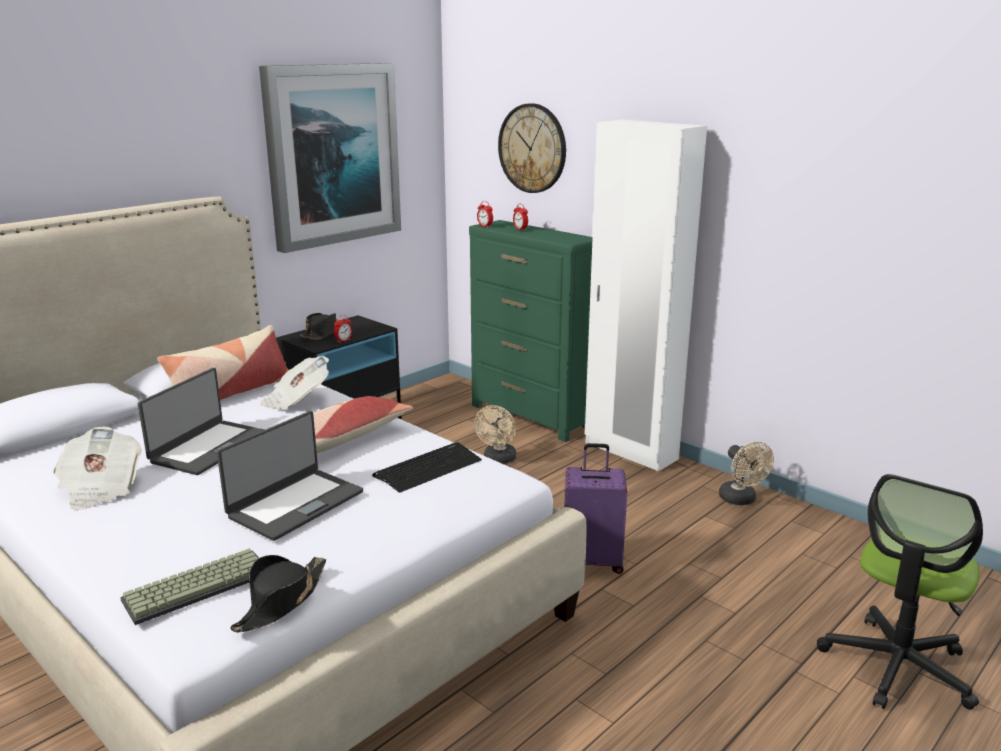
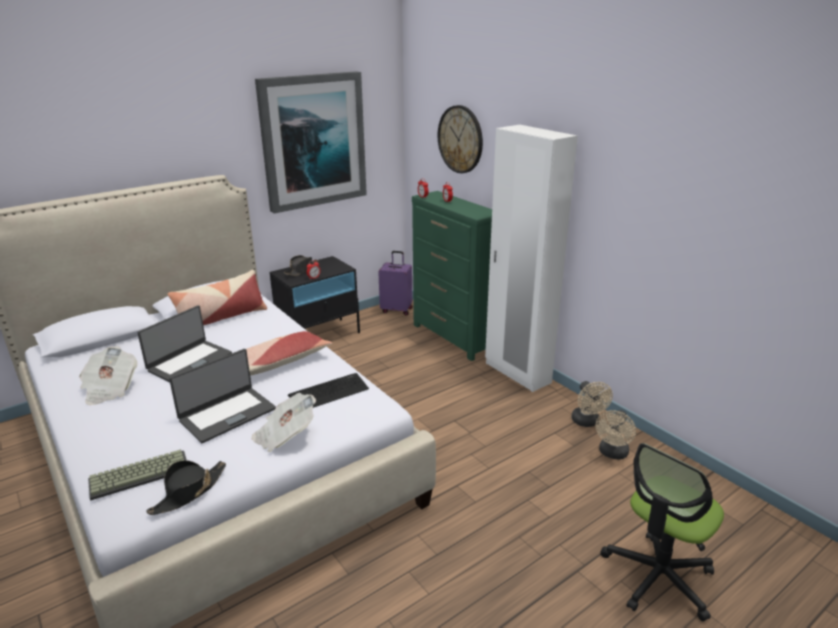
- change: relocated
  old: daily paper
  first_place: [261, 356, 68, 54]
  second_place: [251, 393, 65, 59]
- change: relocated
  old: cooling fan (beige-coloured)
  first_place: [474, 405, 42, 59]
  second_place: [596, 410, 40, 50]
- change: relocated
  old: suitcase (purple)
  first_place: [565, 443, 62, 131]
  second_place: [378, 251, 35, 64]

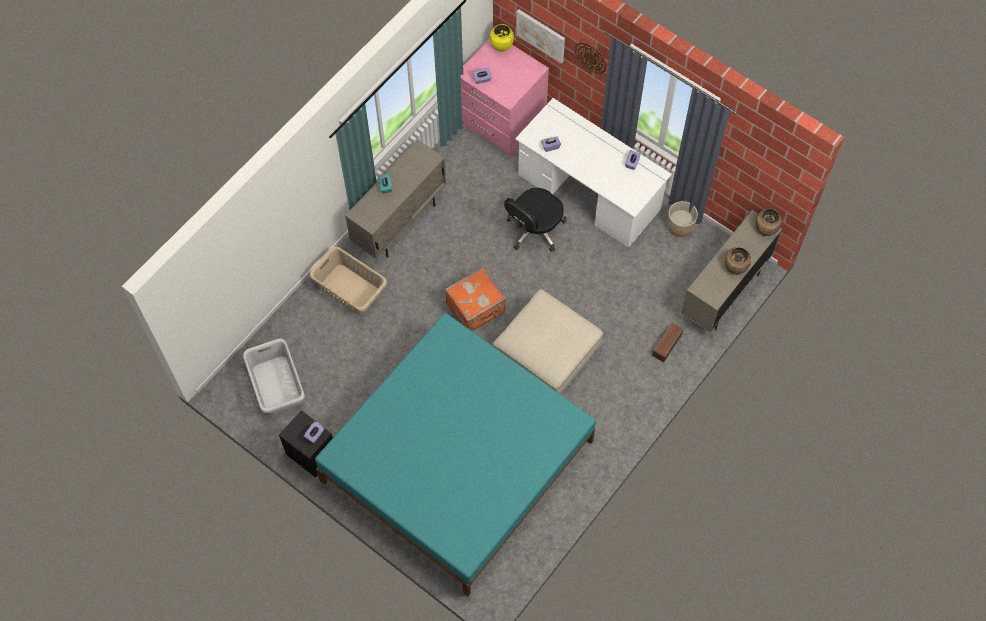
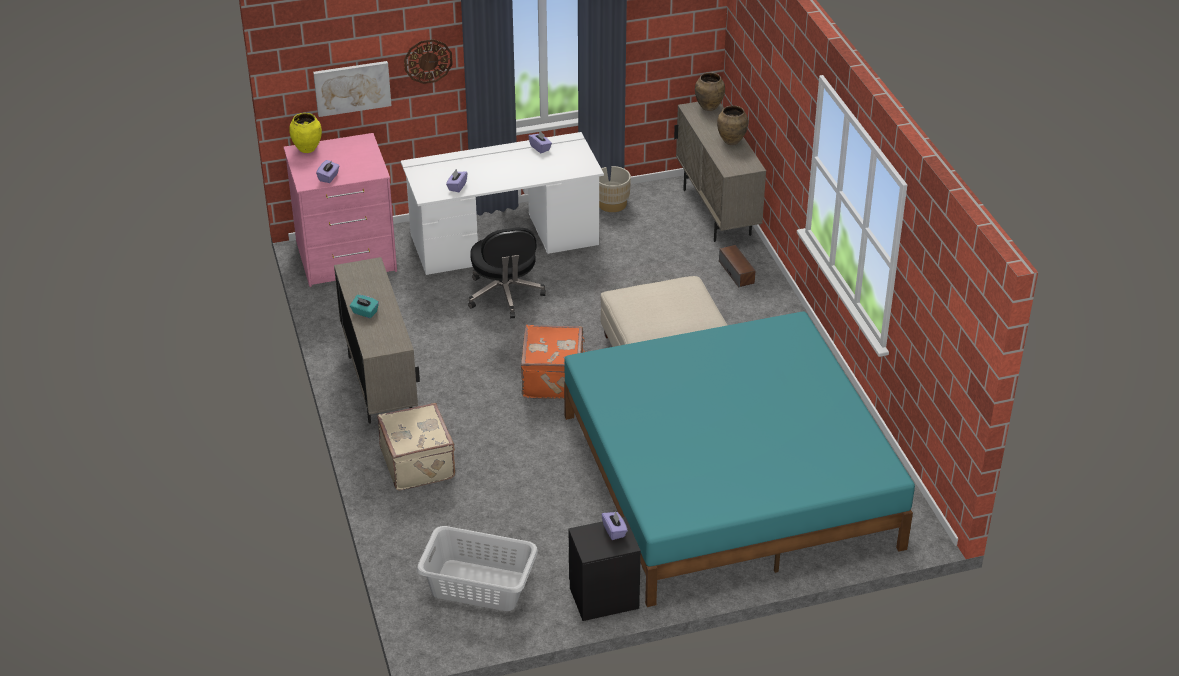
- change: exchanged
  old: laundry basket (beige-coloured)
  new: suitcase (beige-coloured)
  first_place: [310, 247, 77, 68]
  second_place: [377, 403, 78, 88]

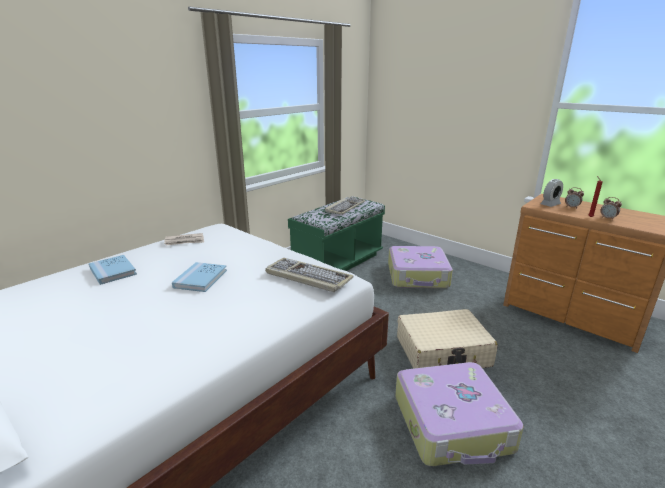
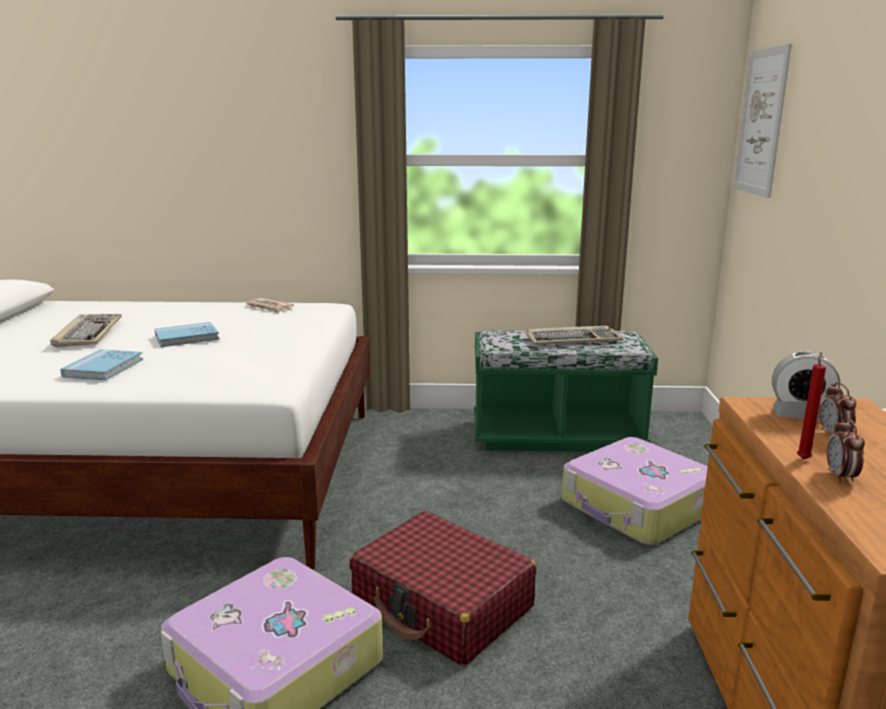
- change: relocated
  old: volume (blue)
  first_place: [89, 255, 48, 30]
  second_place: [60, 349, 83, 31]
- change: relocated
  old: computer keyboard
  first_place: [265, 258, 88, 34]
  second_place: [50, 314, 72, 33]
- change: colour
  old: suitcase (beige-coloured)
  new: suitcase (red)
  first_place: [397, 309, 101, 60]
  second_place: [349, 511, 187, 155]
- change: appeared
  new: wall art
  second_place: [734, 44, 58, 154]

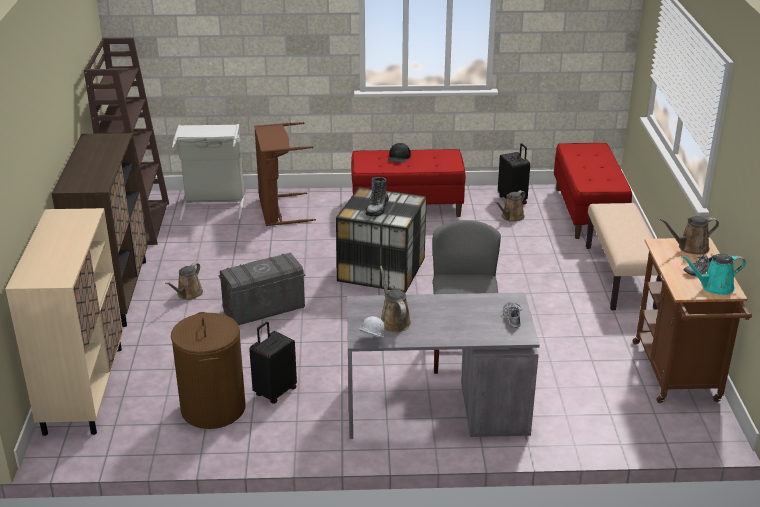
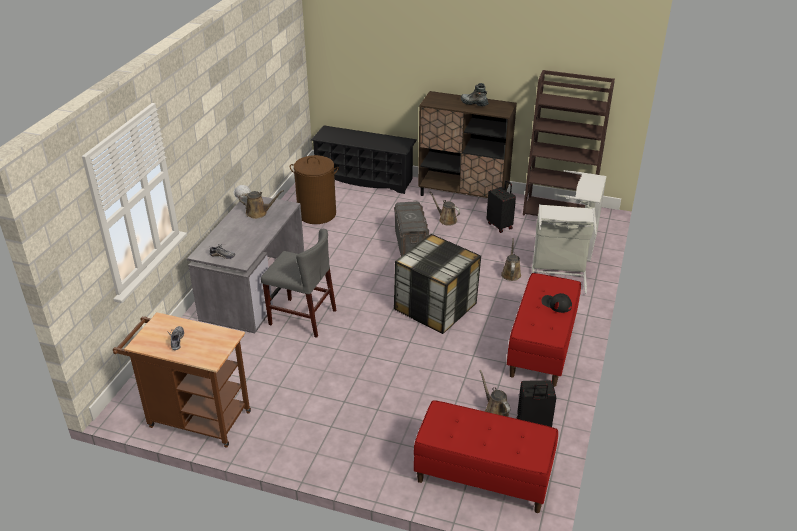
- change: colour
  old: laundry basket (brown)
  new: laundry basket (greyish)
  first_place: [254, 122, 62, 104]
  second_place: [532, 204, 65, 90]
- change: relocated
  old: tall boot
  first_place: [366, 177, 23, 39]
  second_place: [461, 83, 28, 23]
- change: missing
  old: long seat (beige-coloured)
  first_place: [586, 203, 75, 107]
- change: exchanged
  old: cabinet (beige-coloured)
  new: shoe rack (black)
  first_place: [6, 208, 117, 228]
  second_place: [311, 125, 106, 69]
- change: relocated
  old: watering pot (brown)
  first_place: [660, 216, 59, 39]
  second_place: [501, 238, 20, 43]
- change: missing
  old: watering pot (turquoise)
  first_place: [681, 253, 65, 42]
- change: relocated
  old: suitcase (black)
  first_place: [249, 321, 48, 83]
  second_place: [487, 180, 29, 53]

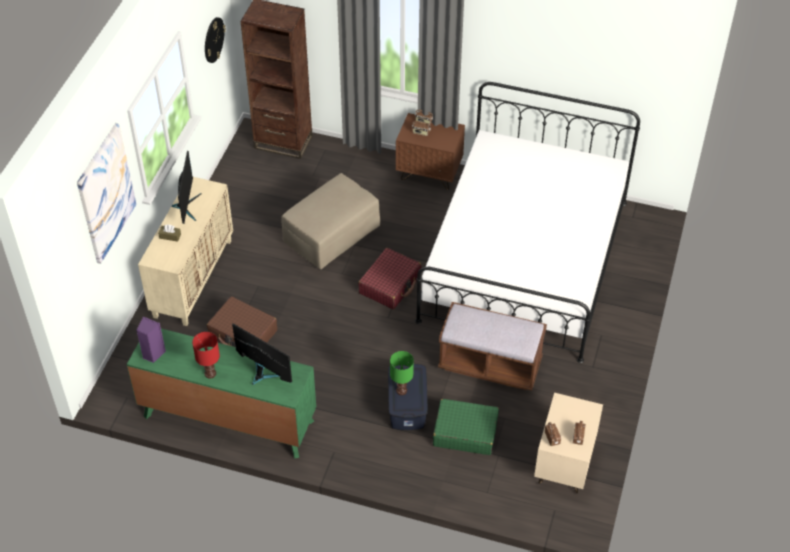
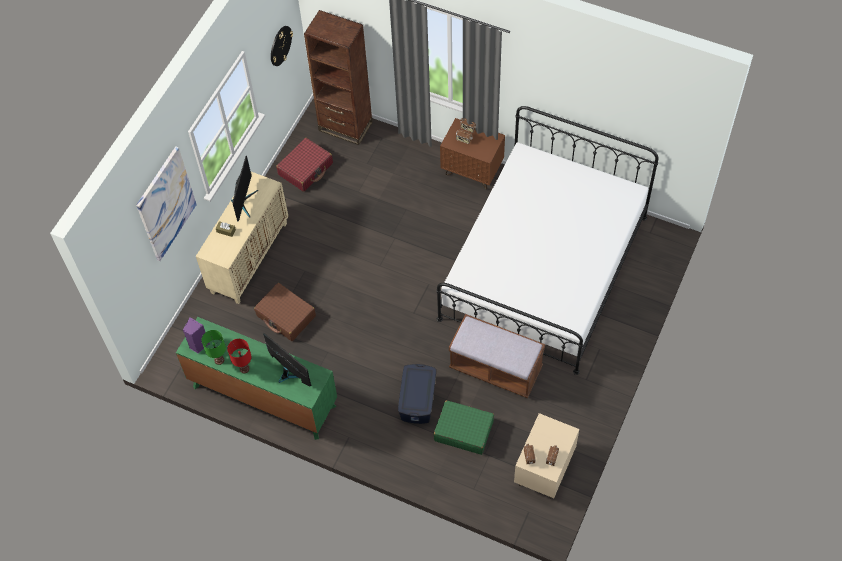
- change: missing
  old: pouffe (beige-coloured)
  first_place: [282, 173, 98, 96]
- change: relocated
  old: suitcase (red)
  first_place: [358, 248, 63, 61]
  second_place: [276, 138, 57, 54]
- change: relocated
  old: table lamp (greenish)
  first_place: [390, 351, 24, 44]
  second_place: [201, 330, 25, 35]

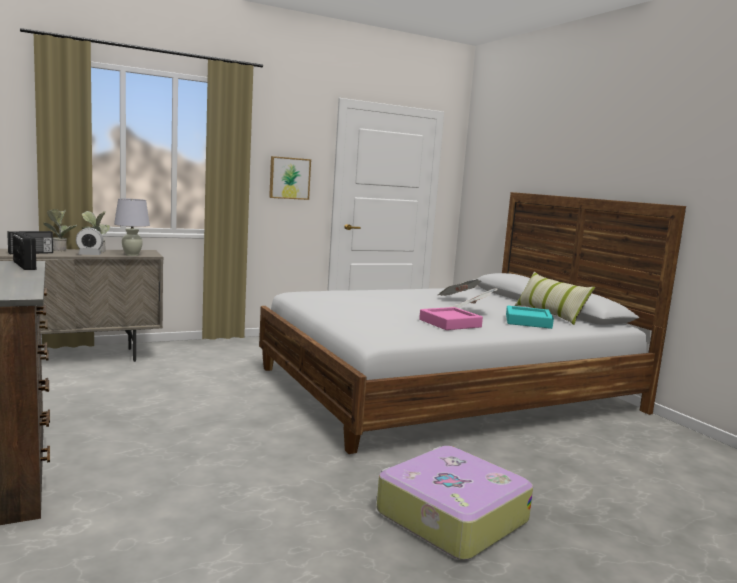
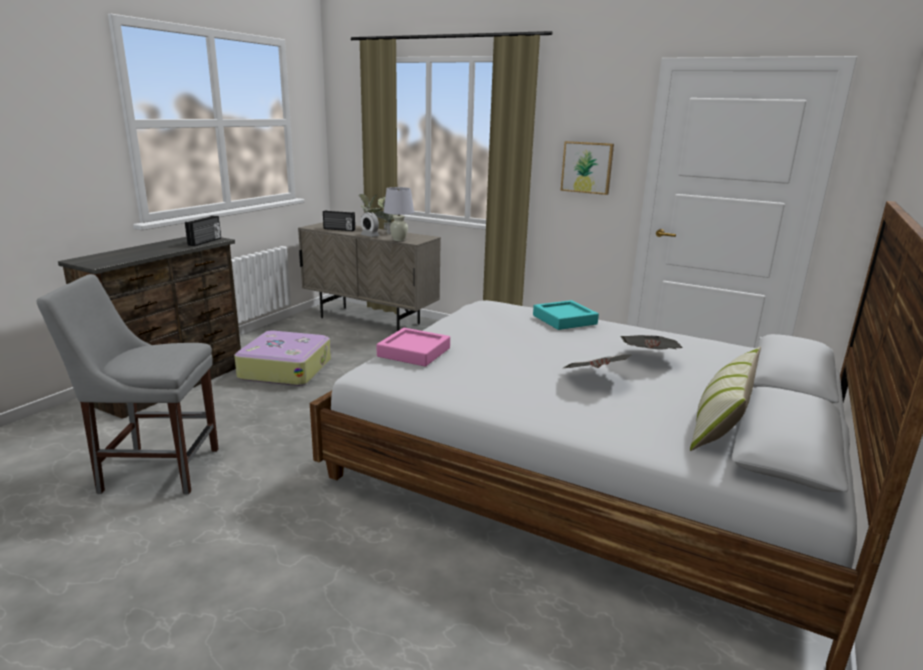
- change: relocated
  old: serving tray (turquoise)
  first_place: [506, 306, 48, 23]
  second_place: [533, 300, 66, 30]
- change: relocated
  old: serving tray (pink)
  first_place: [419, 307, 64, 23]
  second_place: [377, 328, 73, 39]
- change: relocated
  old: suitcase
  first_place: [377, 446, 156, 114]
  second_place: [234, 330, 97, 56]
- change: appeared
  new: plain chair (greyish)
  second_place: [37, 274, 181, 220]

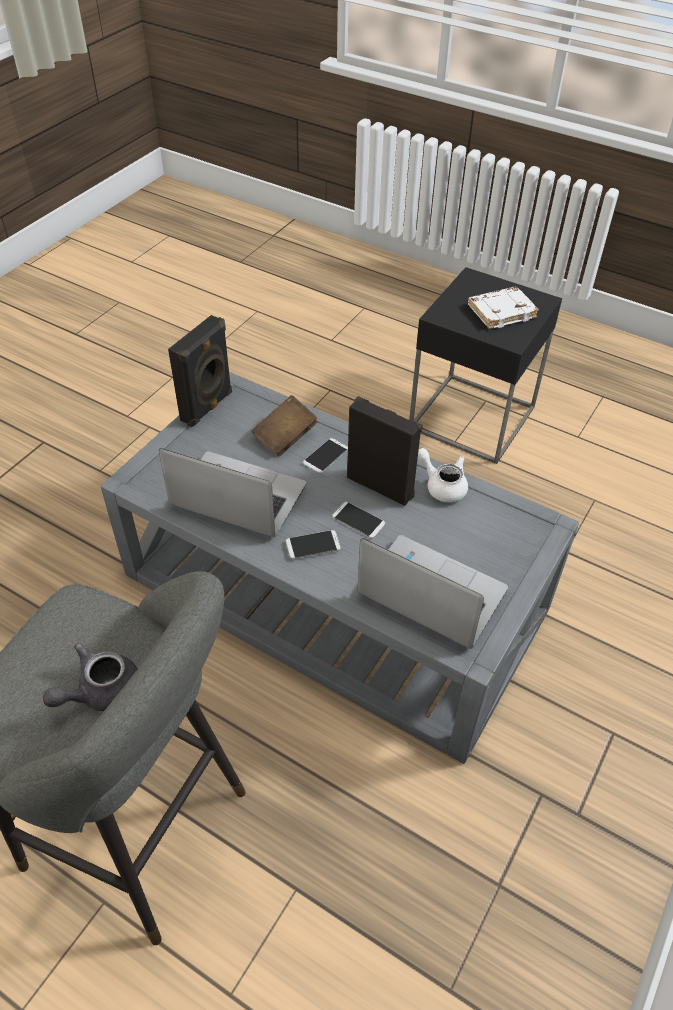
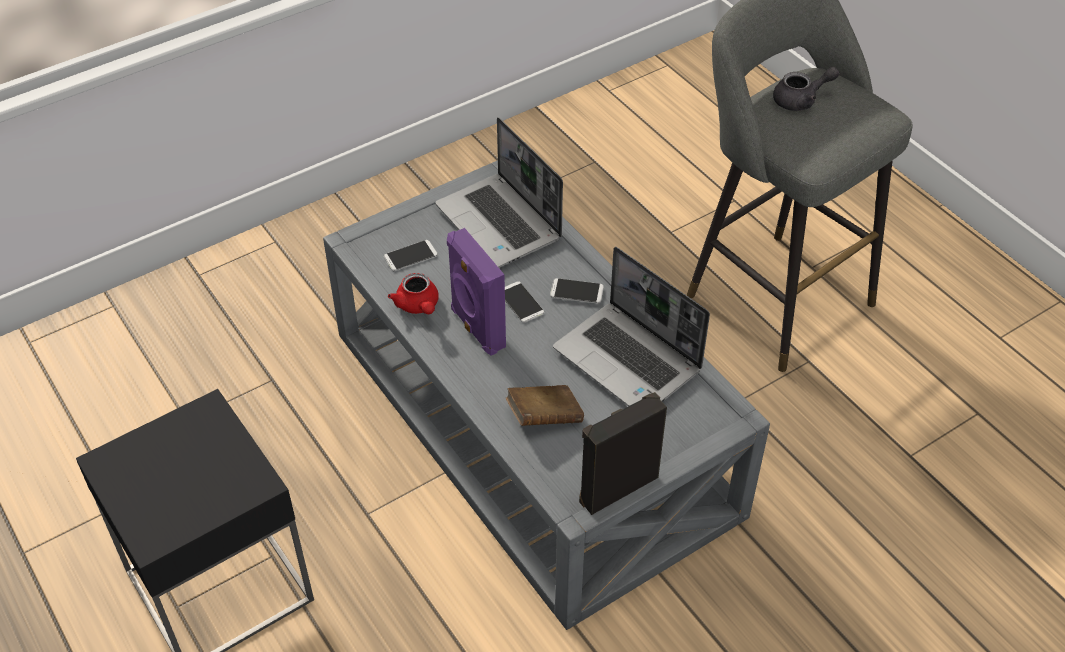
- change: missing
  old: volume (white)
  first_place: [468, 286, 71, 43]
- change: colour
  old: loudspeaker (black)
  new: loudspeaker (purple)
  first_place: [347, 396, 76, 110]
  second_place: [447, 228, 59, 128]
- change: relocated
  old: telephone
  first_place: [303, 438, 45, 35]
  second_place: [384, 240, 54, 31]
- change: colour
  old: pot for tea (white)
  new: pot for tea (red)
  first_place: [418, 448, 50, 54]
  second_place: [388, 273, 51, 41]

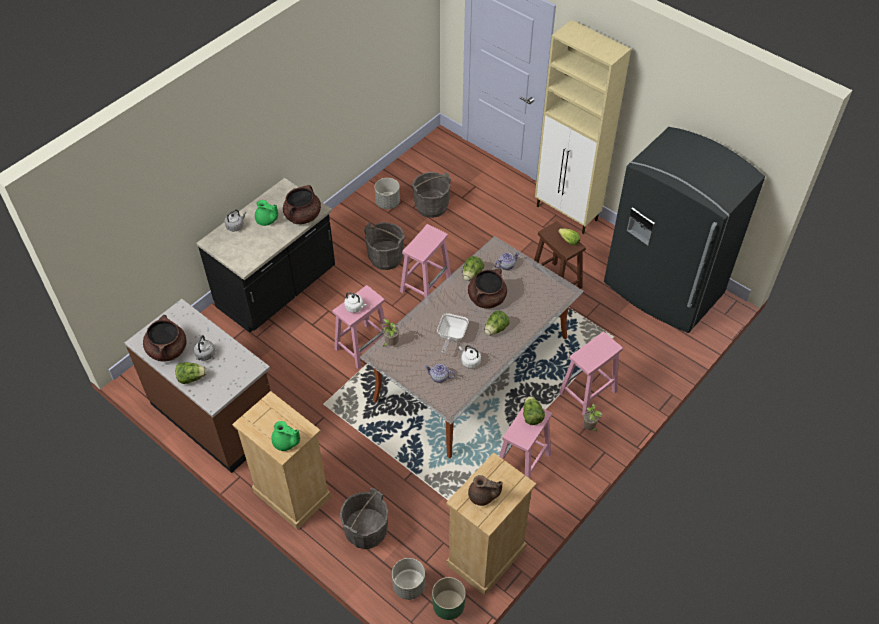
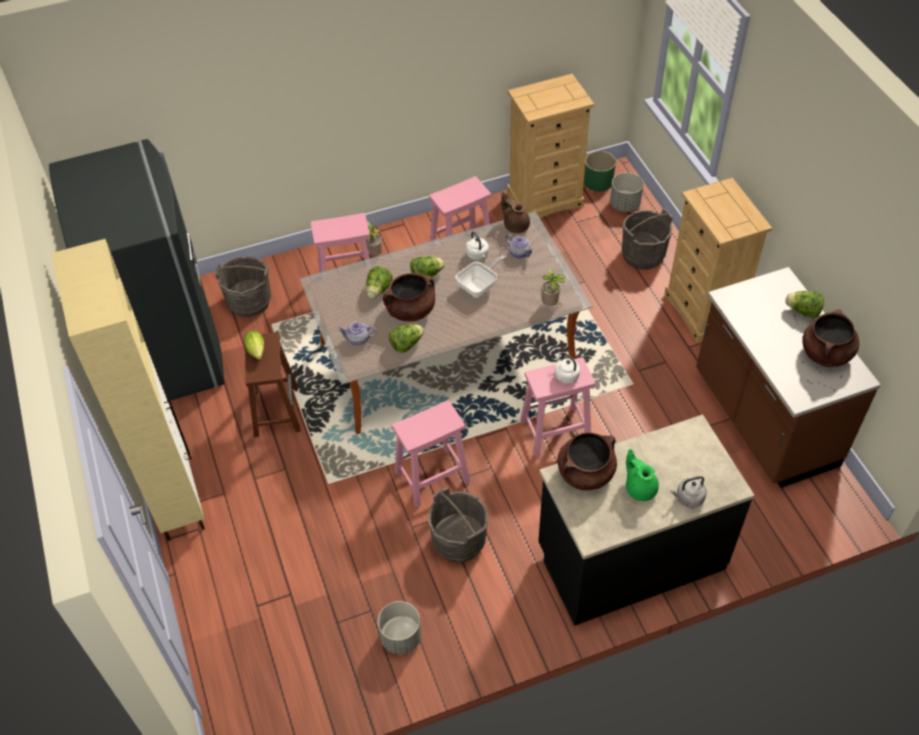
- change: relocated
  old: pail (greyish)
  first_place: [412, 172, 39, 46]
  second_place: [214, 256, 57, 61]
- change: missing
  old: tea kettle (greyish)
  first_place: [194, 335, 21, 26]
- change: relocated
  old: lettuce head
  first_place: [523, 396, 22, 29]
  second_place: [366, 266, 27, 32]
- change: missing
  old: pot for tea (greenish)
  first_place: [272, 421, 28, 30]
- change: relocated
  old: pot for tea (brown)
  first_place: [468, 475, 35, 31]
  second_place: [501, 192, 29, 41]

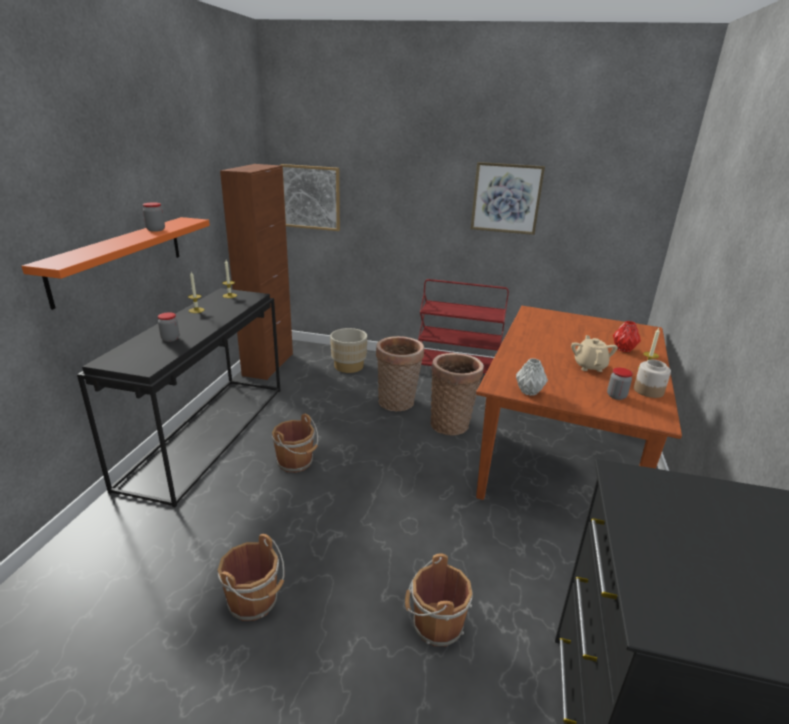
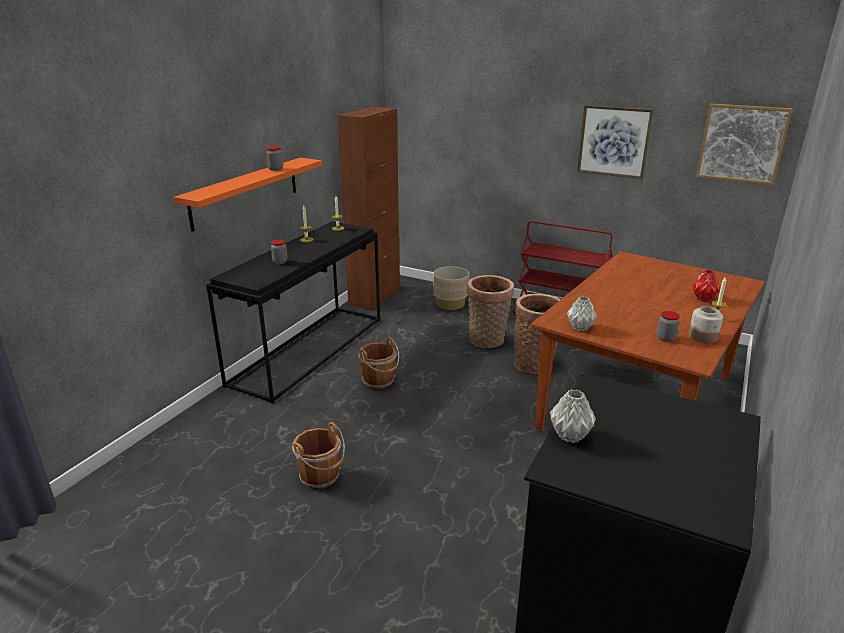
- change: relocated
  old: wall art
  first_place: [280, 164, 60, 67]
  second_place: [696, 103, 96, 82]
- change: missing
  old: pot for tea (beige-coloured)
  first_place: [571, 335, 47, 37]
- change: missing
  old: pail (brown)
  first_place: [405, 554, 68, 92]
- change: appeared
  new: vase (greyish)
  second_place: [550, 390, 46, 53]

